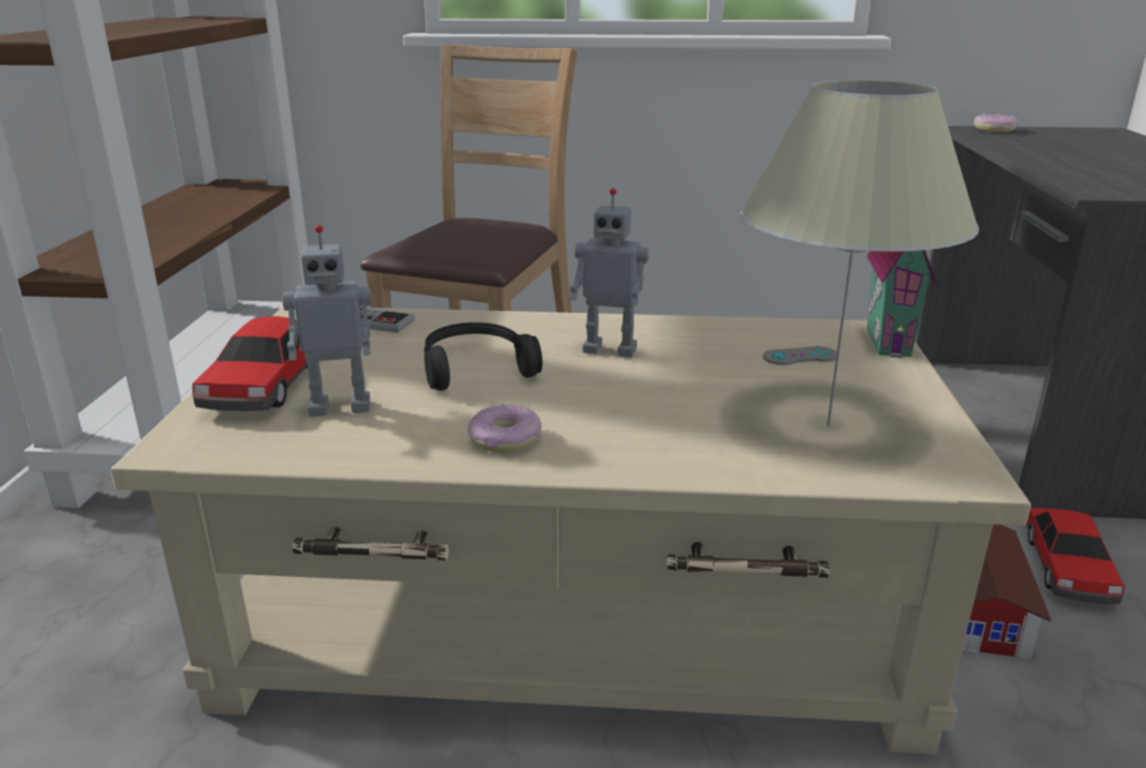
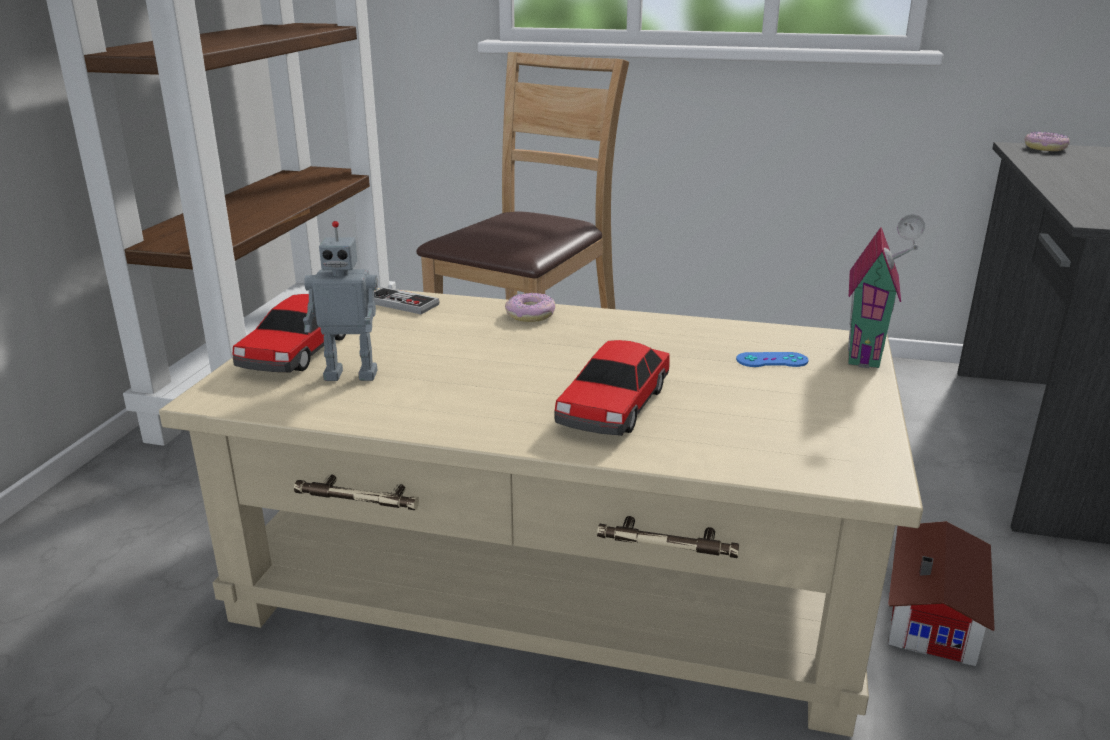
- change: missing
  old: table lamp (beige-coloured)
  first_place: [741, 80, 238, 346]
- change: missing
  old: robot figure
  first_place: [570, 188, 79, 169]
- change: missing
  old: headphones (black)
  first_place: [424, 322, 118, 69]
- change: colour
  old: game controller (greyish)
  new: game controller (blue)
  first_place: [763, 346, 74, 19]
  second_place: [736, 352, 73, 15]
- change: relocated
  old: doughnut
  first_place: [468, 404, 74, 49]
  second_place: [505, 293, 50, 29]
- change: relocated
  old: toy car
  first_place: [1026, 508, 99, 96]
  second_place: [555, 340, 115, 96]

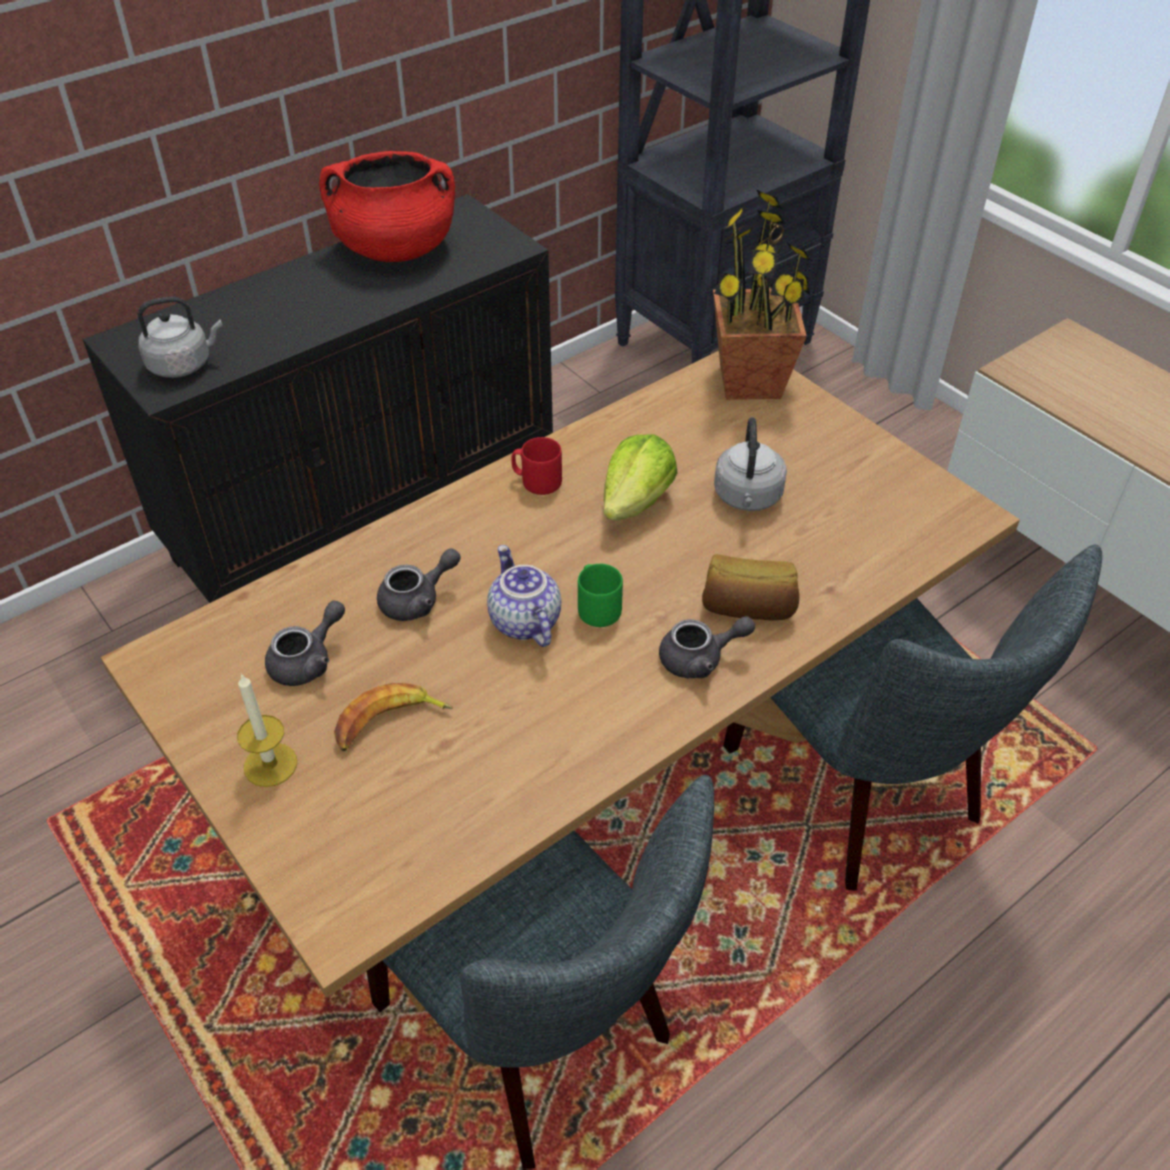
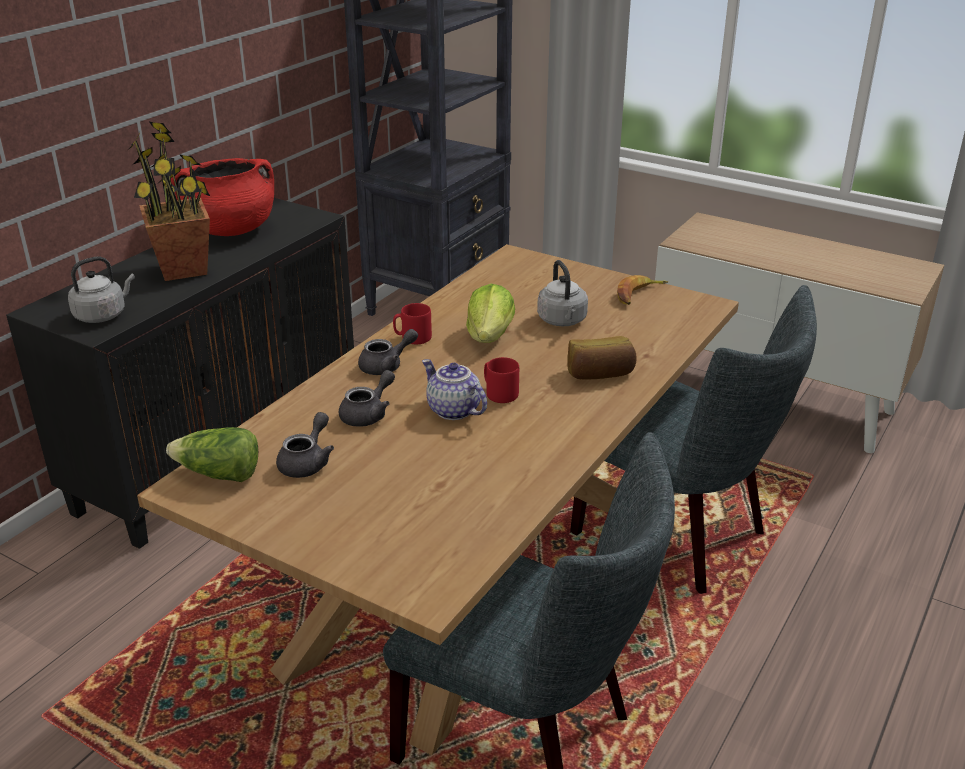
- change: relocated
  old: potted plant
  first_place: [713, 189, 99, 211]
  second_place: [129, 122, 81, 159]
- change: colour
  old: mug (greenish)
  new: mug (red)
  first_place: [578, 564, 45, 63]
  second_place: [484, 357, 35, 46]
- change: relocated
  old: pot for tea (greyish)
  first_place: [659, 616, 96, 62]
  second_place: [358, 329, 60, 46]
- change: missing
  old: candle
  first_place: [237, 673, 60, 114]
- change: relocated
  old: banana
  first_place: [334, 683, 119, 68]
  second_place: [617, 275, 51, 30]
- change: appeared
  new: lettuce head
  second_place: [166, 427, 92, 55]

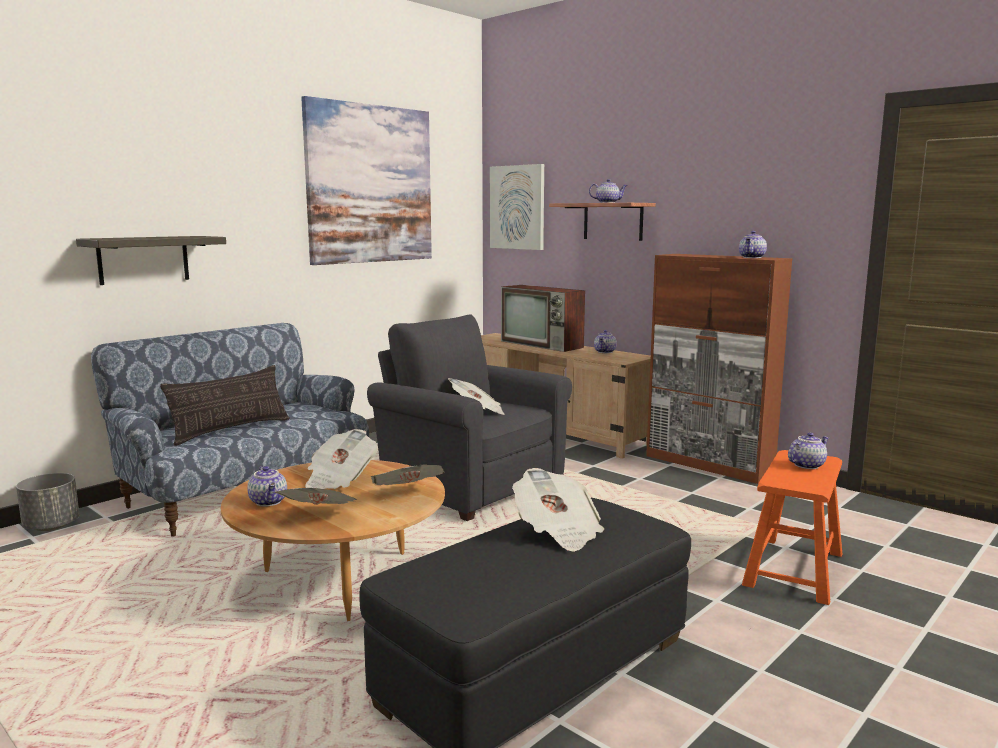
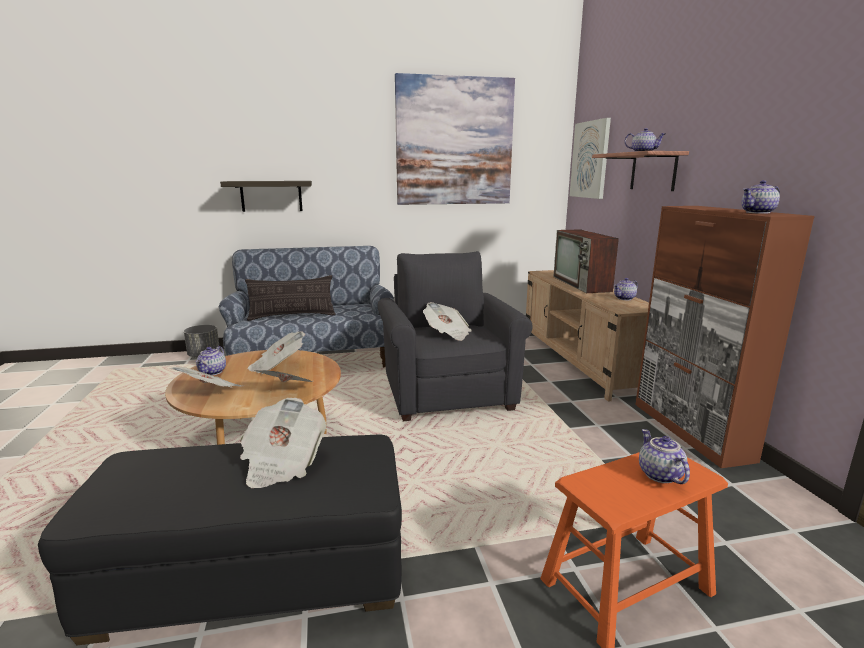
- change: spun
  old: pot for tea
  first_place: [788, 432, 41, 37]
  second_place: [639, 429, 51, 55]
  degrees: -105

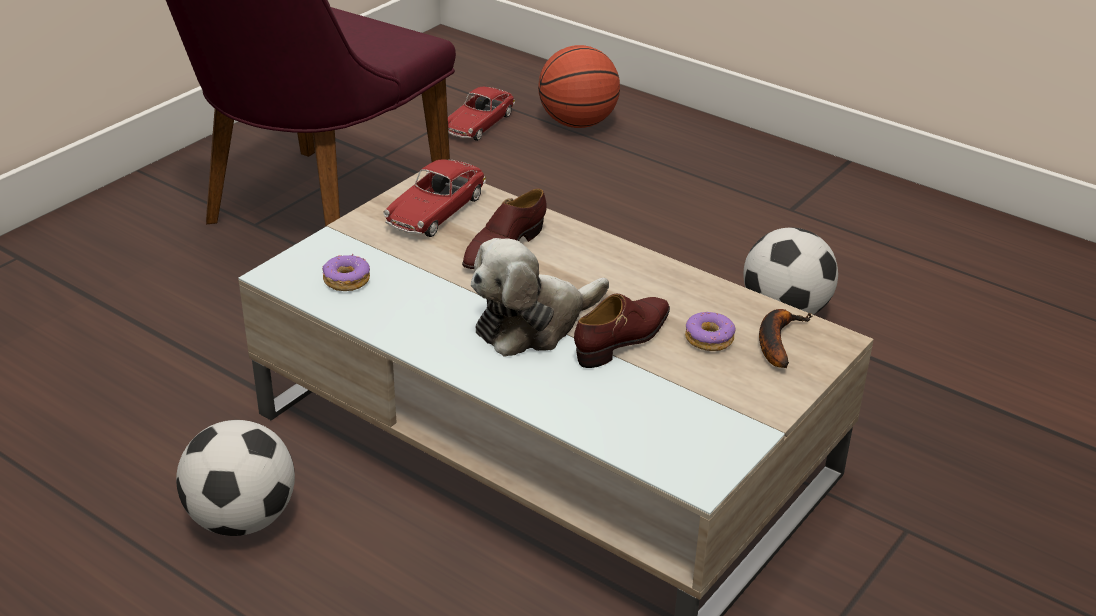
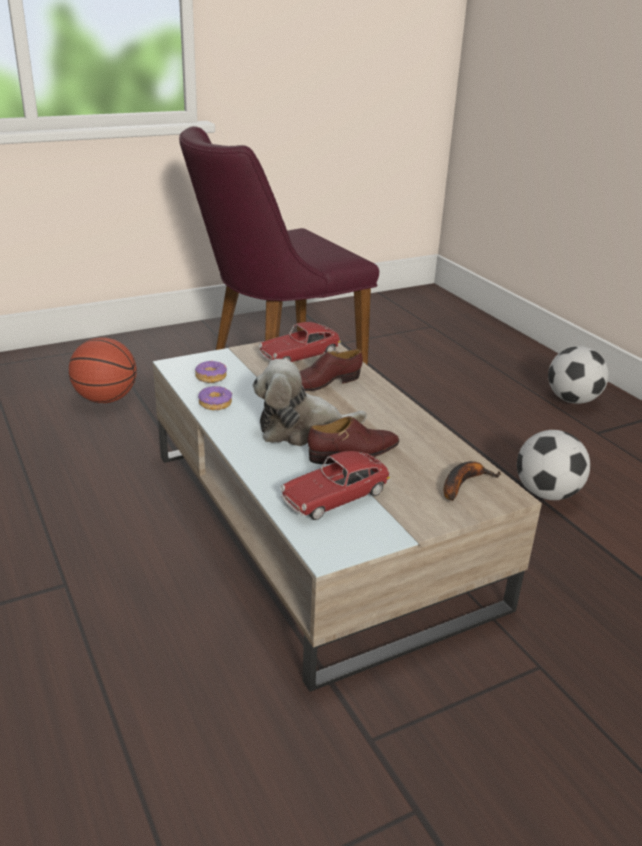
- change: relocated
  old: basketball
  first_place: [538, 45, 82, 83]
  second_place: [69, 337, 68, 66]
- change: relocated
  old: toy car
  first_place: [448, 87, 67, 54]
  second_place: [280, 451, 110, 69]
- change: relocated
  old: doughnut
  first_place: [685, 312, 51, 39]
  second_place: [198, 386, 34, 24]
- change: relocated
  old: football
  first_place: [176, 420, 119, 116]
  second_place: [548, 346, 61, 58]

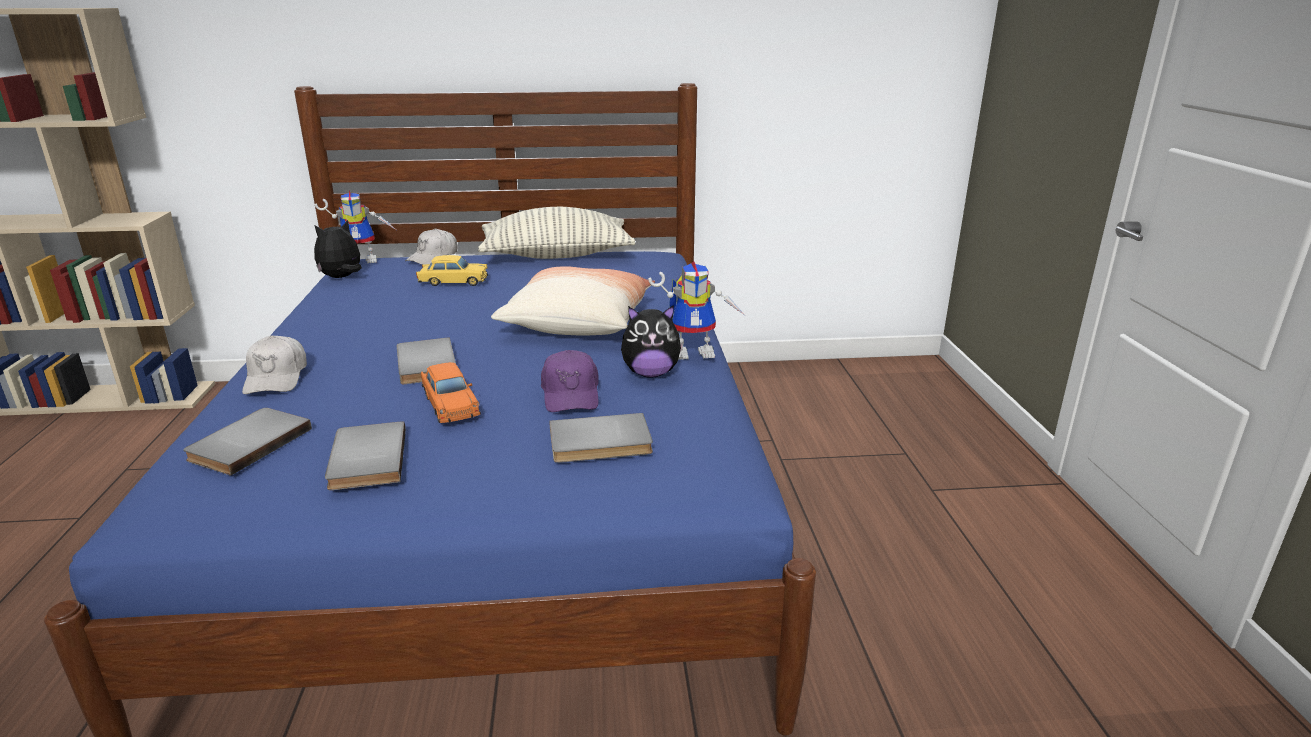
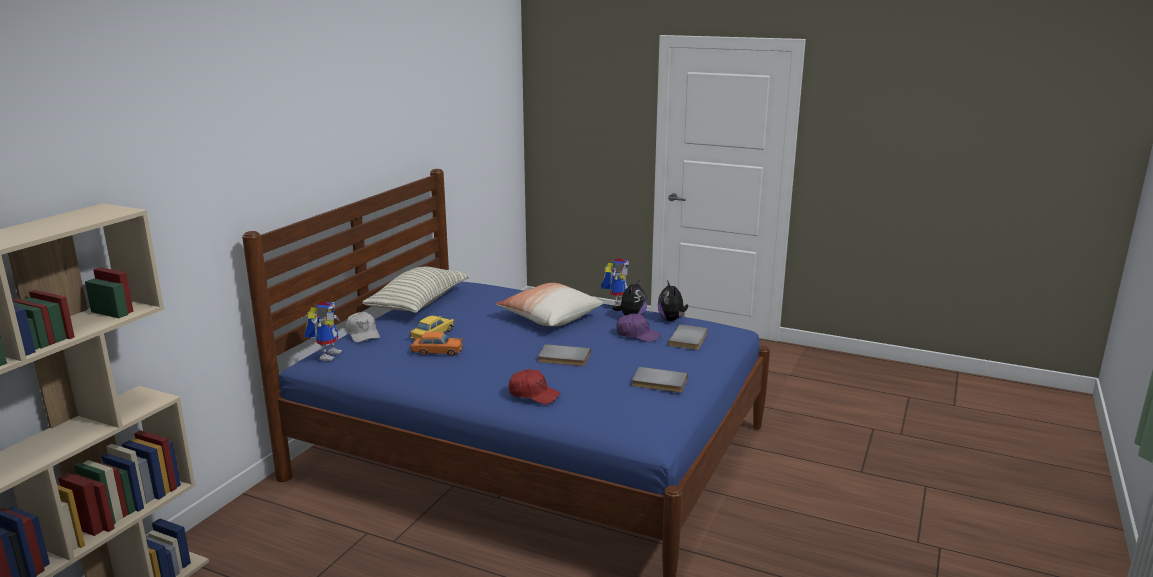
- change: relocated
  old: plush toy
  first_place: [314, 220, 48, 58]
  second_place: [658, 280, 30, 41]
- change: colour
  old: baseball cap (white)
  new: baseball cap (red)
  first_place: [242, 335, 65, 59]
  second_place: [509, 369, 51, 35]
- change: relocated
  old: toy car (orange-coloured)
  first_place: [421, 362, 60, 61]
  second_place: [410, 332, 53, 24]
- change: missing
  old: volume (greyish)
  first_place: [183, 408, 129, 68]

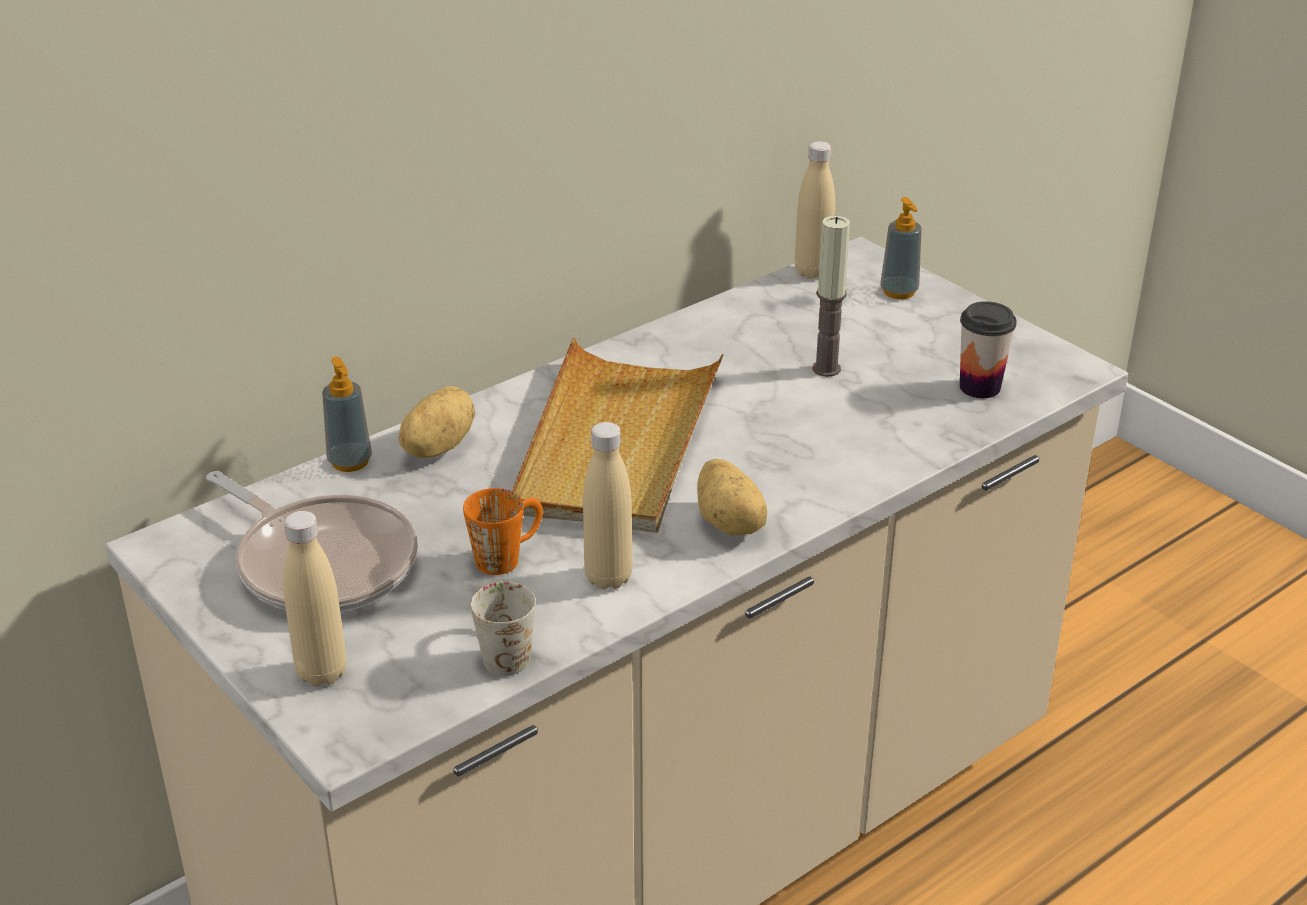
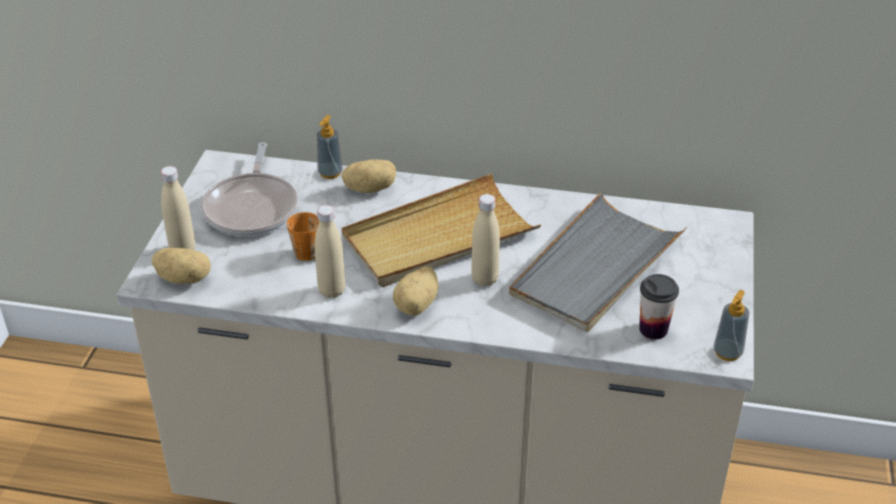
- change: relocated
  old: beverage bottle (beige-coloured)
  first_place: [795, 141, 40, 138]
  second_place: [471, 194, 29, 92]
- change: relocated
  old: liquid soap bottle
  first_place: [880, 197, 42, 102]
  second_place: [713, 290, 36, 71]
- change: exchanged
  old: candle
  new: serving tray (greyish)
  first_place: [812, 216, 38, 161]
  second_place: [509, 192, 178, 140]
- change: missing
  old: mug (white)
  first_place: [470, 581, 66, 95]
- change: appeared
  new: spud
  second_place: [152, 248, 59, 36]

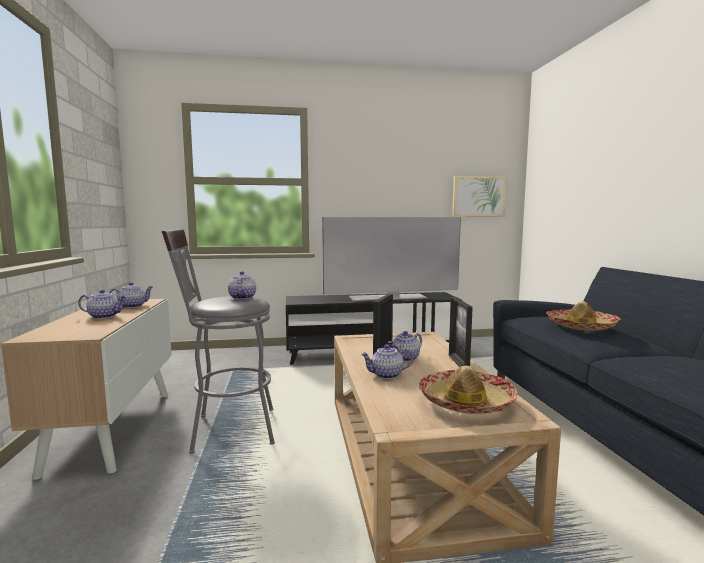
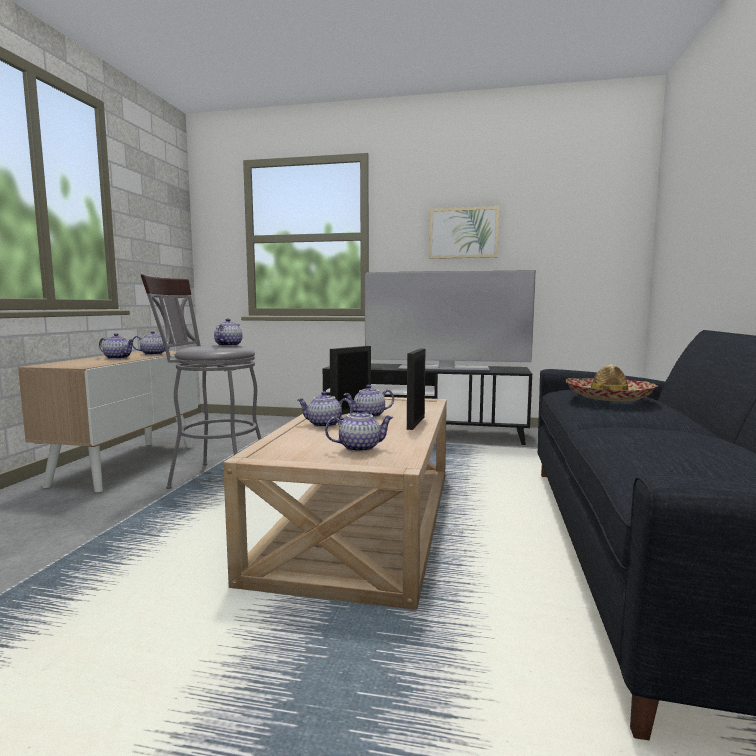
- change: relocated
  old: wall art
  first_place: [452, 176, 55, 40]
  second_place: [429, 206, 70, 53]
- change: exchanged
  old: hat
  new: pot for tea
  first_place: [418, 366, 100, 48]
  second_place: [325, 408, 69, 44]

